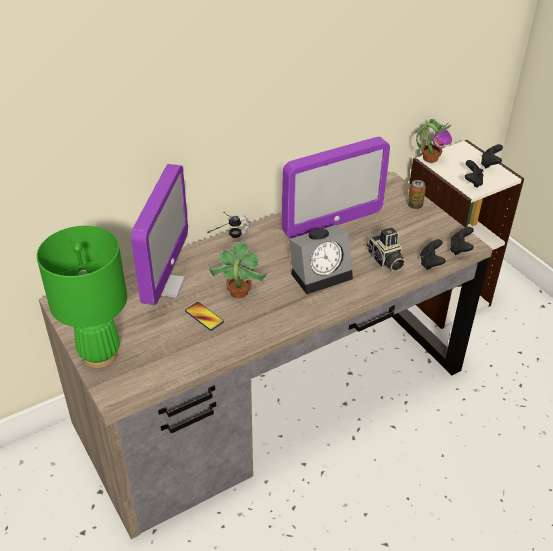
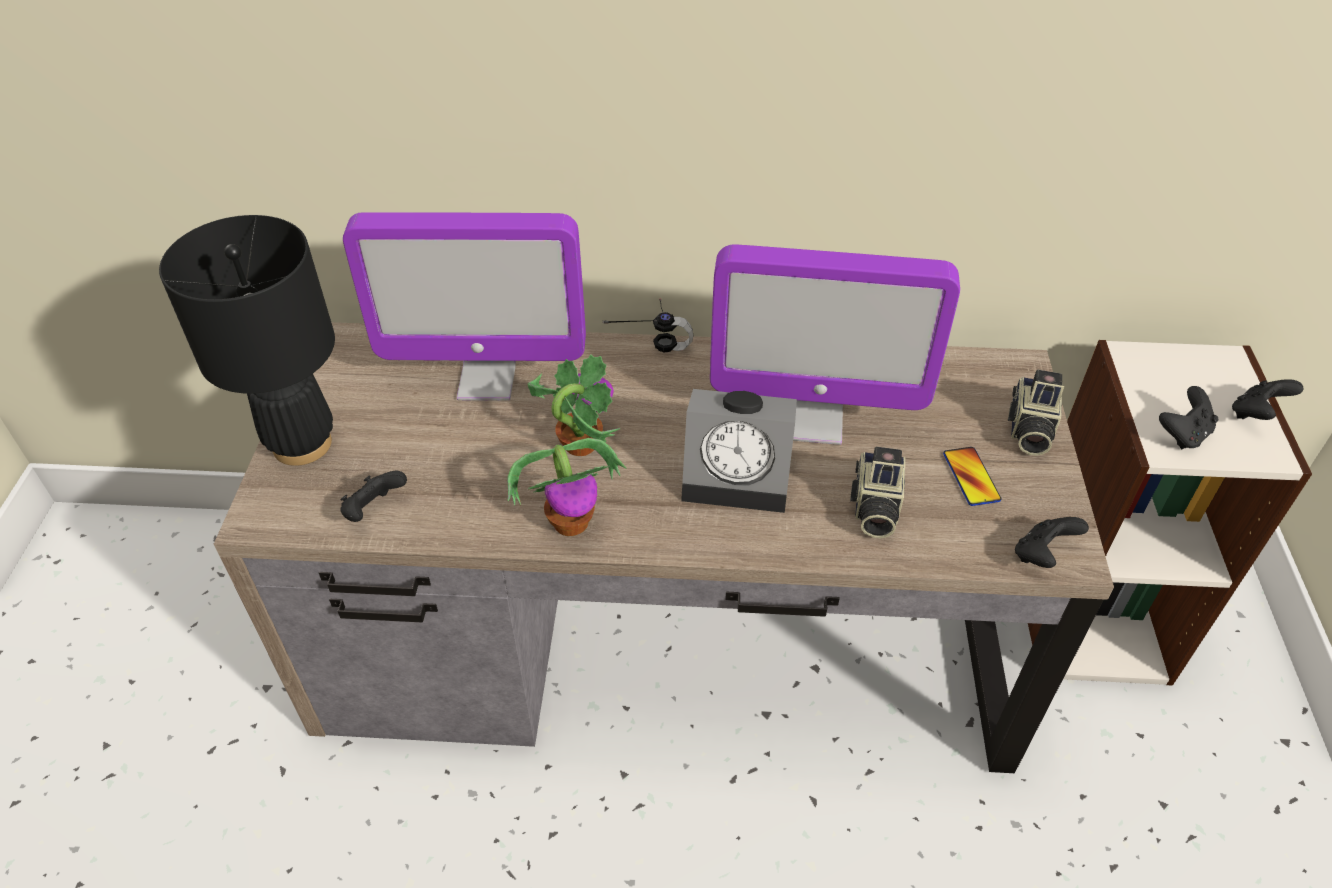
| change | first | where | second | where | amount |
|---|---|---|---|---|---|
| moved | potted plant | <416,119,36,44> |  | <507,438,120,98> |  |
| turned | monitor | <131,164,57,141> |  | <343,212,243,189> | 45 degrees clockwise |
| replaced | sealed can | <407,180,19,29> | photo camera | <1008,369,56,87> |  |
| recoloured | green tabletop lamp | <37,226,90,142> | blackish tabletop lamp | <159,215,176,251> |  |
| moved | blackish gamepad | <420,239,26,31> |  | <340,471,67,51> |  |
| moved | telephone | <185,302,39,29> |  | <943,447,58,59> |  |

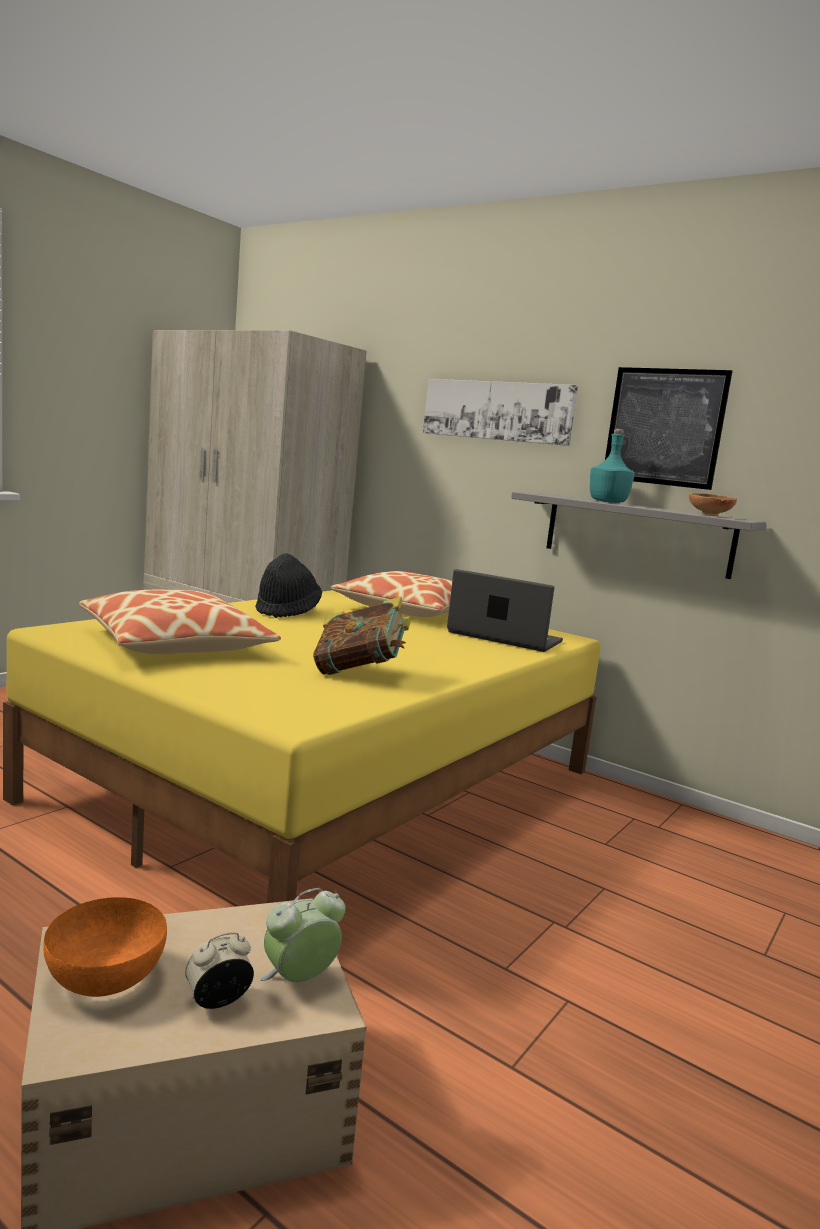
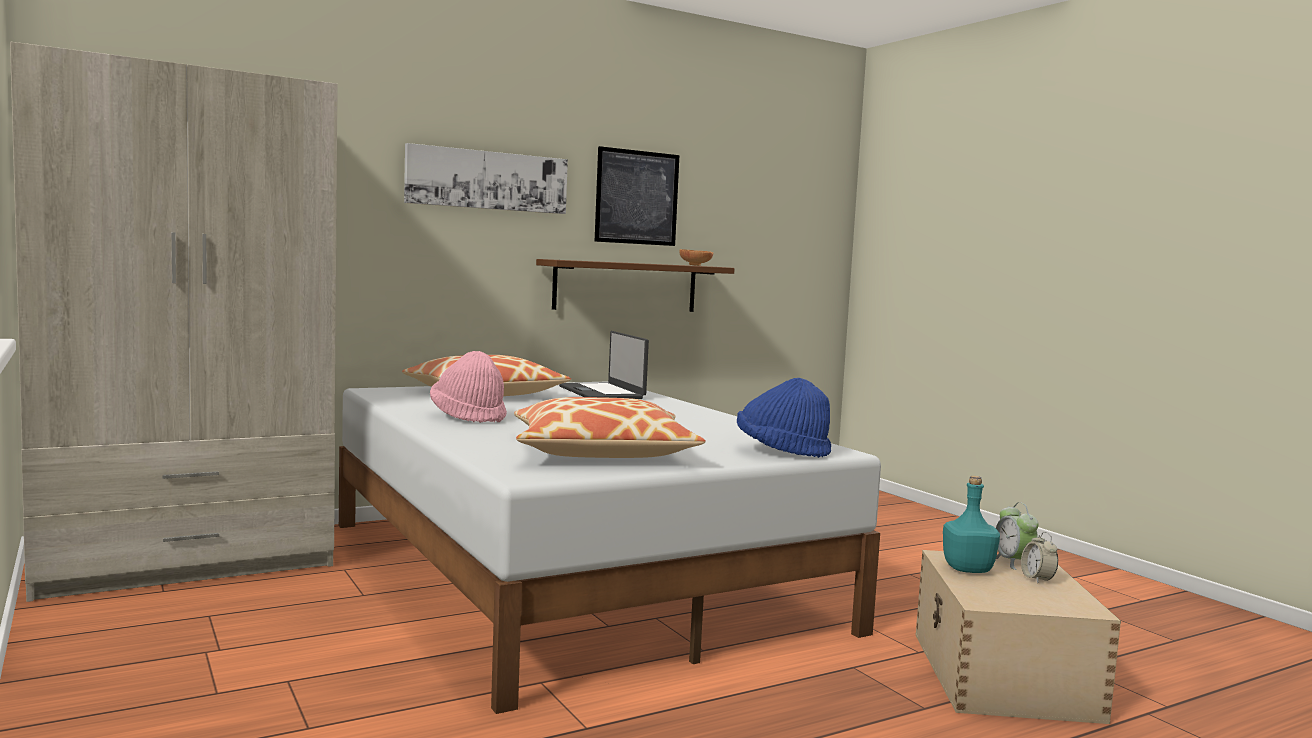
| change | first | where | second | where | amount |
|---|---|---|---|---|---|
| moved | blue-green drink bottle | <590,428,45,75> |  | <943,476,57,97> |  |
| recoloured | gray bracket shelf | <511,492,255,87> | brown bracket shelf | <536,259,199,53> |  |
| recoloured | blackish clothing hat | <256,553,66,65> | pink-coloured clothing hat | <430,351,77,72> |  |
| turned | laptop | <447,569,116,83> |  | <559,331,90,68> | 75 degrees counterclockwise |
| recoloured | yellowish bed | <3,590,598,313> | white bed | <339,381,542,333> |  |
| removed | bound book | <313,597,98,78> |  |  |  |
| removed | orange bowl | <43,897,124,100> |  |  |  |
| added |  |  | blue clothing hat | <737,378,94,80> |  |

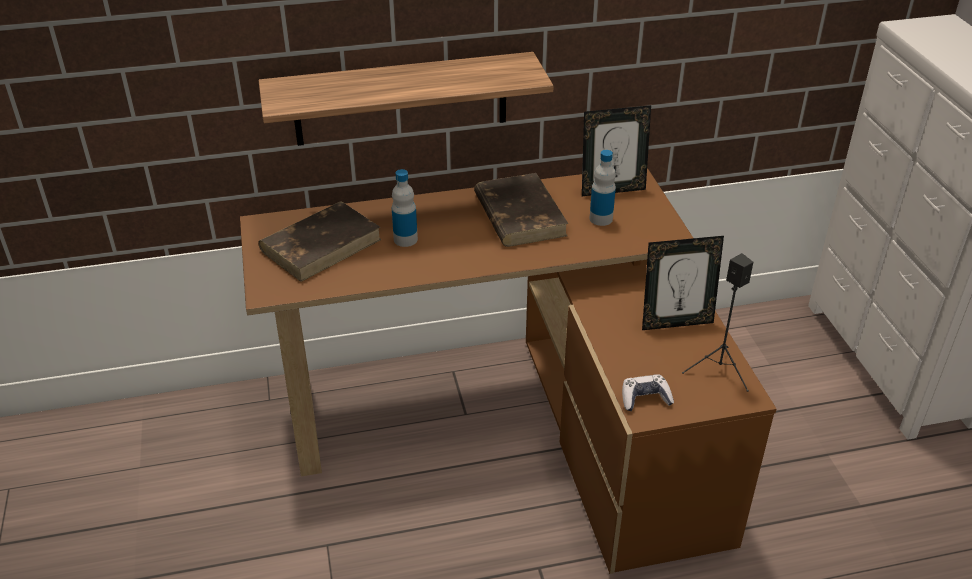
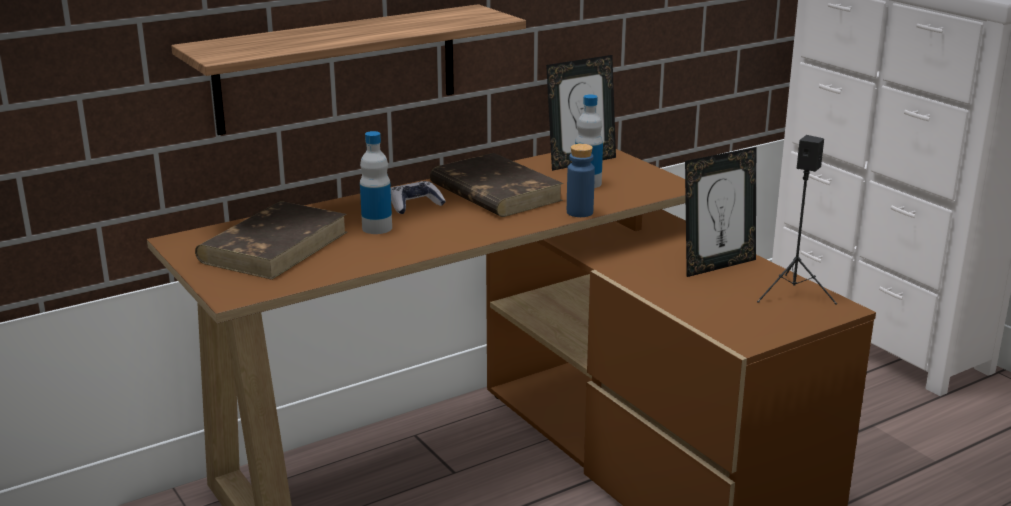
| change | first | where | second | where | amount |
|---|---|---|---|---|---|
| moved | gamepad | <622,374,52,37> |  | <391,181,55,33> |  |
| added |  |  | blue drink bottle | <567,144,28,73> |  |

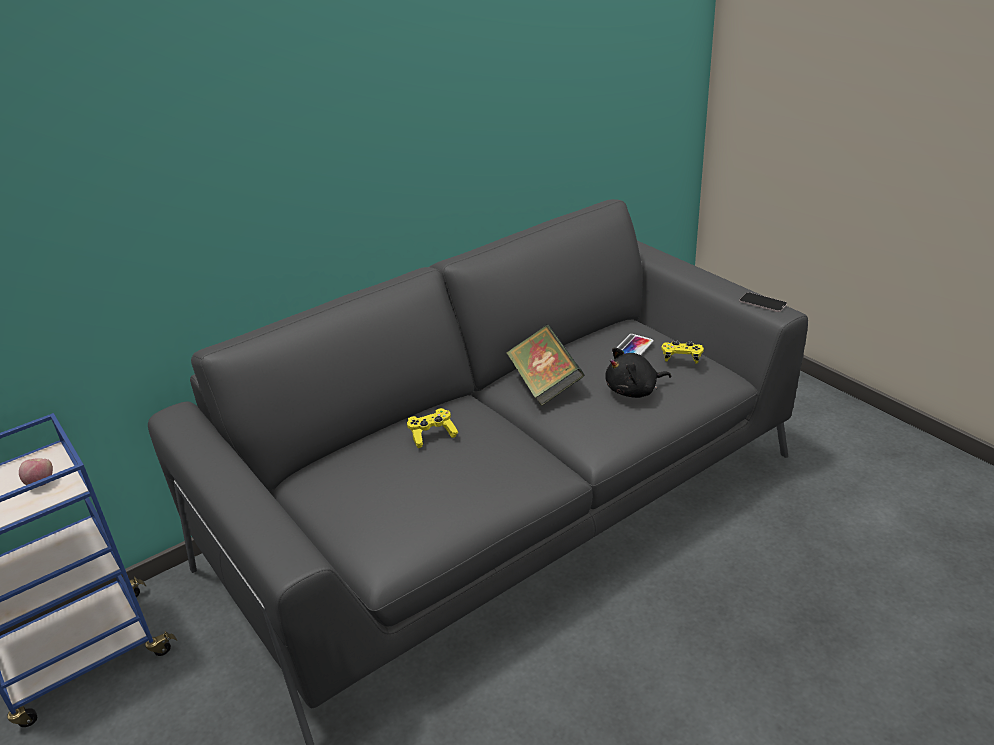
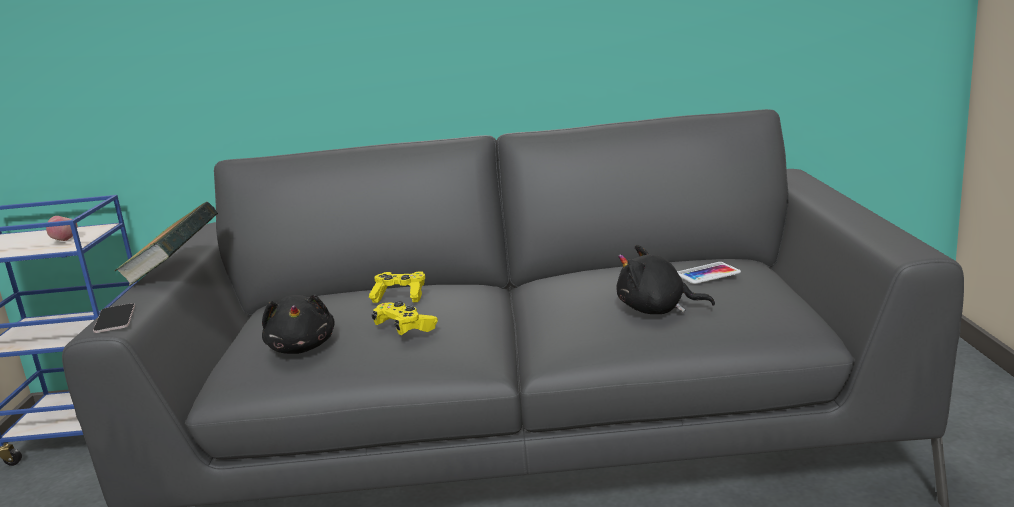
| change | first | where | second | where | amount |
|---|---|---|---|---|---|
| moved | telephone | <739,292,48,20> |  | <93,303,42,30> |  |
| moved | bound book | <507,325,77,81> |  | <115,202,103,84> |  |
| moved | yellowish gamepad | <661,340,43,23> |  | <372,301,66,34> |  |
| added |  |  | blackish plush toy | <262,294,73,60> |  |

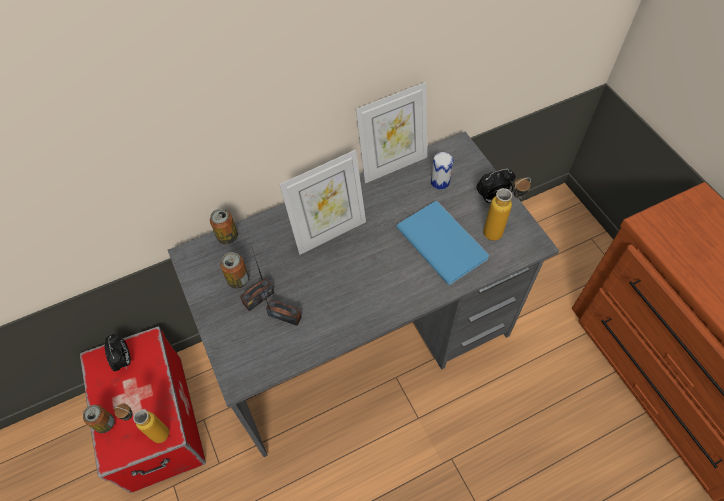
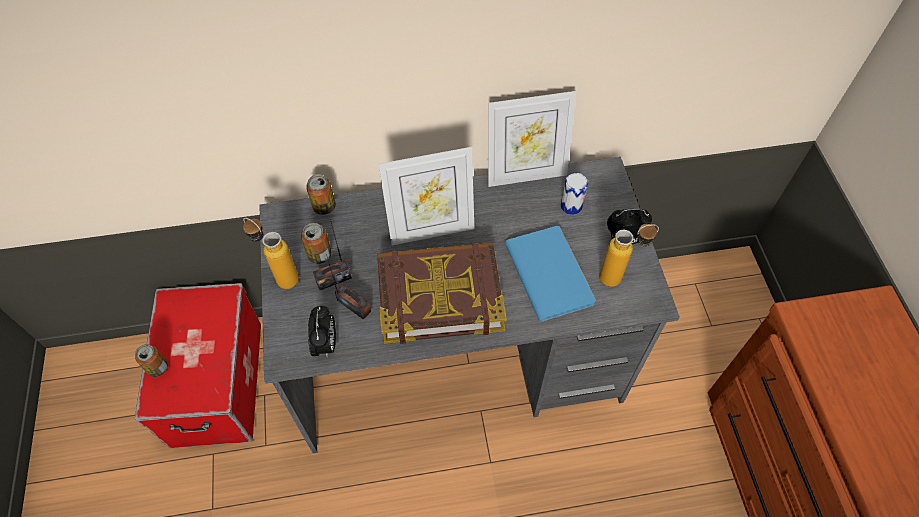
| change | first | where | second | where | amount |
|---|---|---|---|---|---|
| moved | alarm clock | <105,334,26,37> |  | <308,306,28,52> |  |
| moved | drink bottle | <113,403,56,40> |  | <243,218,56,71> |  |
| added |  |  | bound book | <377,242,130,102> |  |

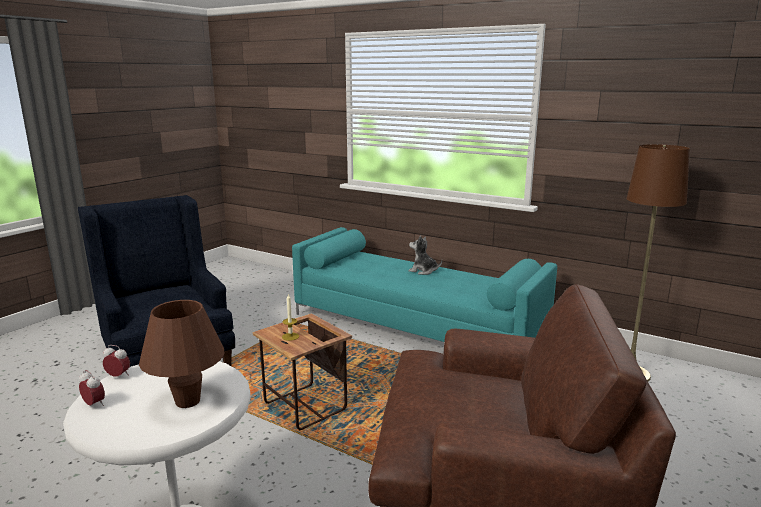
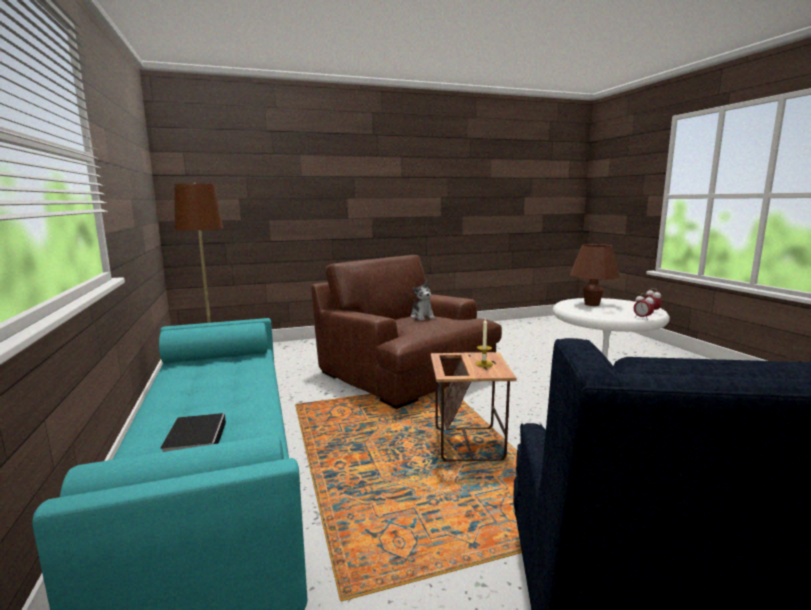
| change | first | where | second | where | amount |
|---|---|---|---|---|---|
| moved | plush toy | <408,235,34,40> |  | <411,281,24,40> |  |
| added |  |  | bound book | <160,413,66,39> |  |

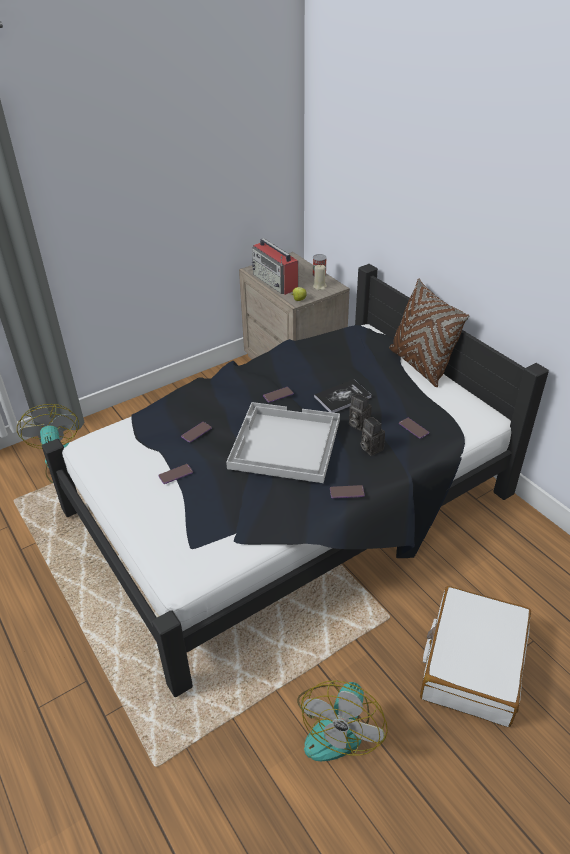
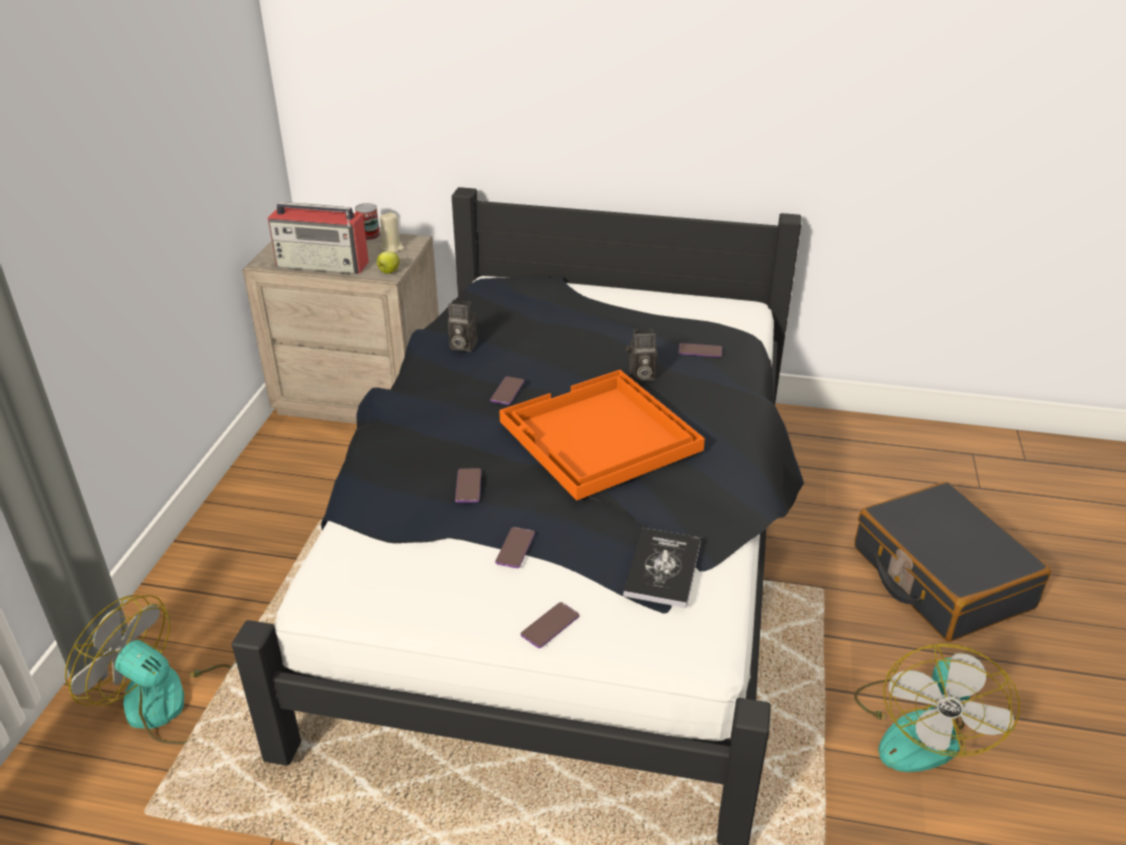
| change | first | where | second | where | amount |
|---|---|---|---|---|---|
| removed | brown throw pillow | <389,279,80,108> |  |  |  |
| moved | bound book | <314,379,58,34> |  | <623,528,78,80> |  |
| recoloured | white carrying tray | <226,402,114,81> | orange carrying tray | <499,370,206,130> |  |
| moved | photo camera | <361,417,24,39> |  | <448,300,30,52> |  |
| moved | telephone | <330,485,35,13> |  | <521,602,59,46> |  |
| recoloured | white travel case | <420,586,111,141> | blackish travel case | <854,482,197,160> |  |
| turned | cooling fan | <297,681,91,80> |  | <854,643,166,129> | 45 degrees clockwise |

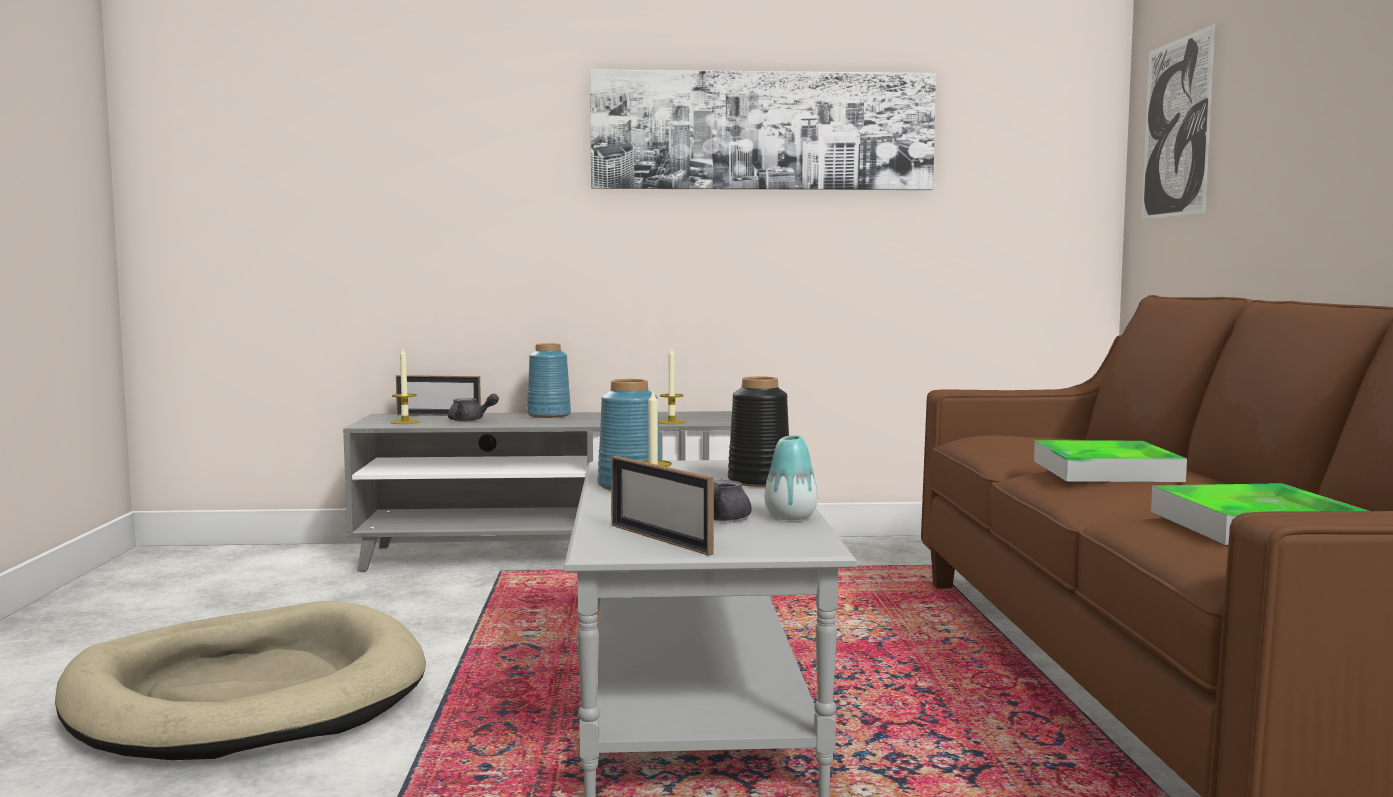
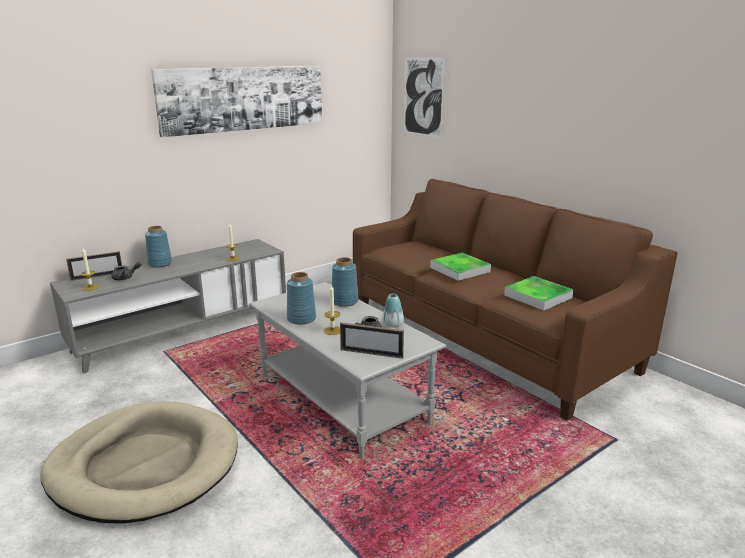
| change | first | where | second | where | amount |
|---|---|---|---|---|---|
| recoloured | blackish flower vase | <728,376,61,111> | blue flower vase | <332,257,27,50> |  |

